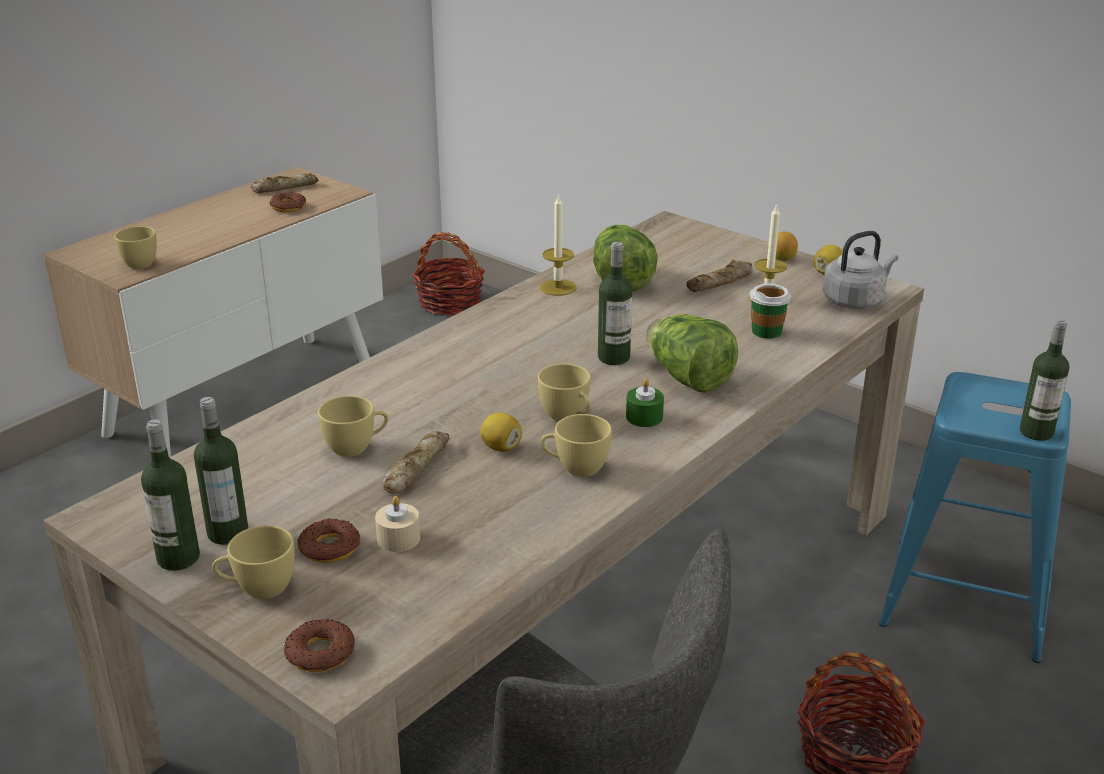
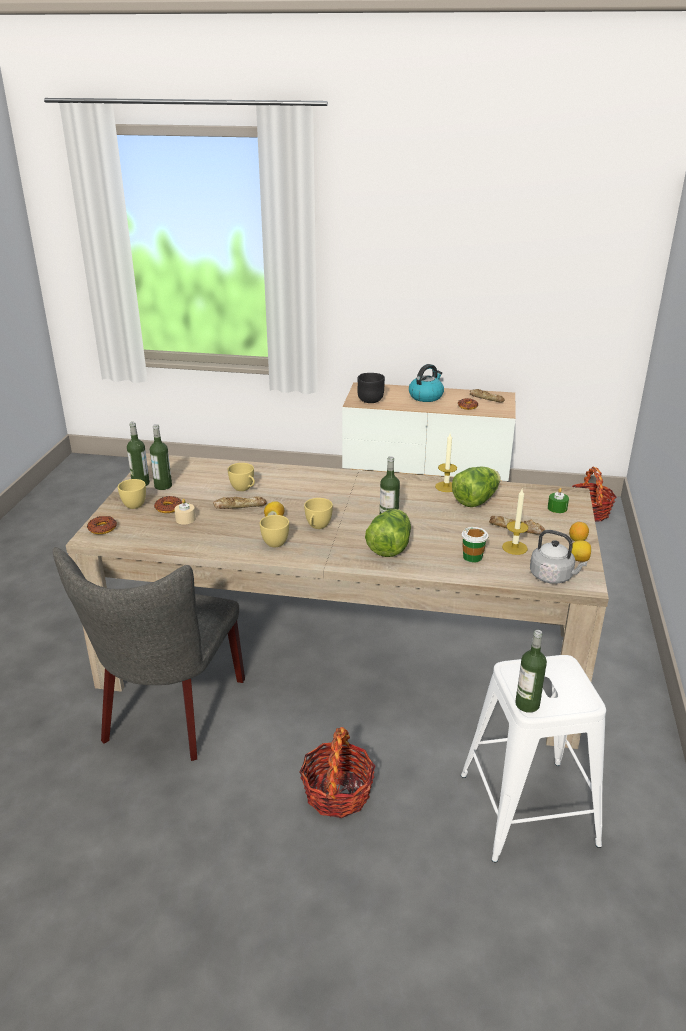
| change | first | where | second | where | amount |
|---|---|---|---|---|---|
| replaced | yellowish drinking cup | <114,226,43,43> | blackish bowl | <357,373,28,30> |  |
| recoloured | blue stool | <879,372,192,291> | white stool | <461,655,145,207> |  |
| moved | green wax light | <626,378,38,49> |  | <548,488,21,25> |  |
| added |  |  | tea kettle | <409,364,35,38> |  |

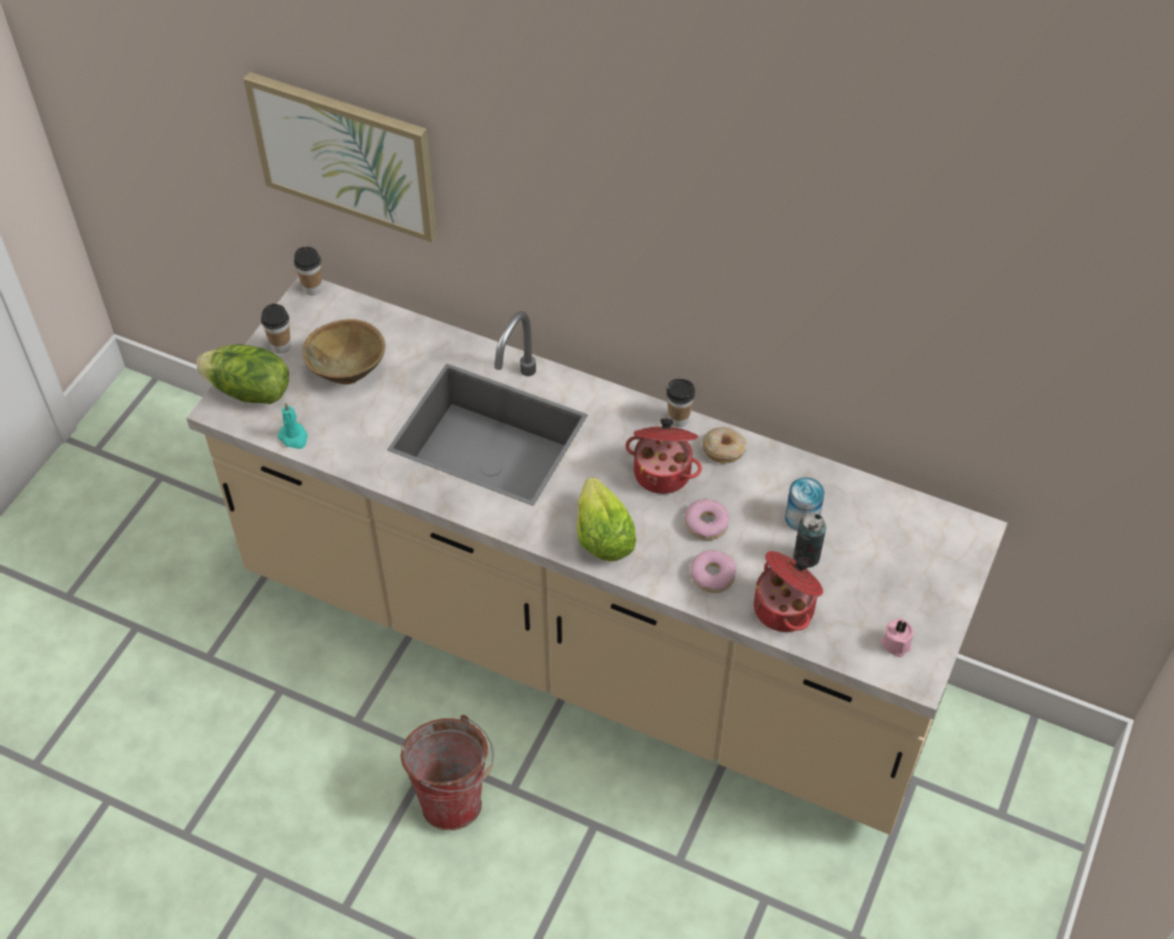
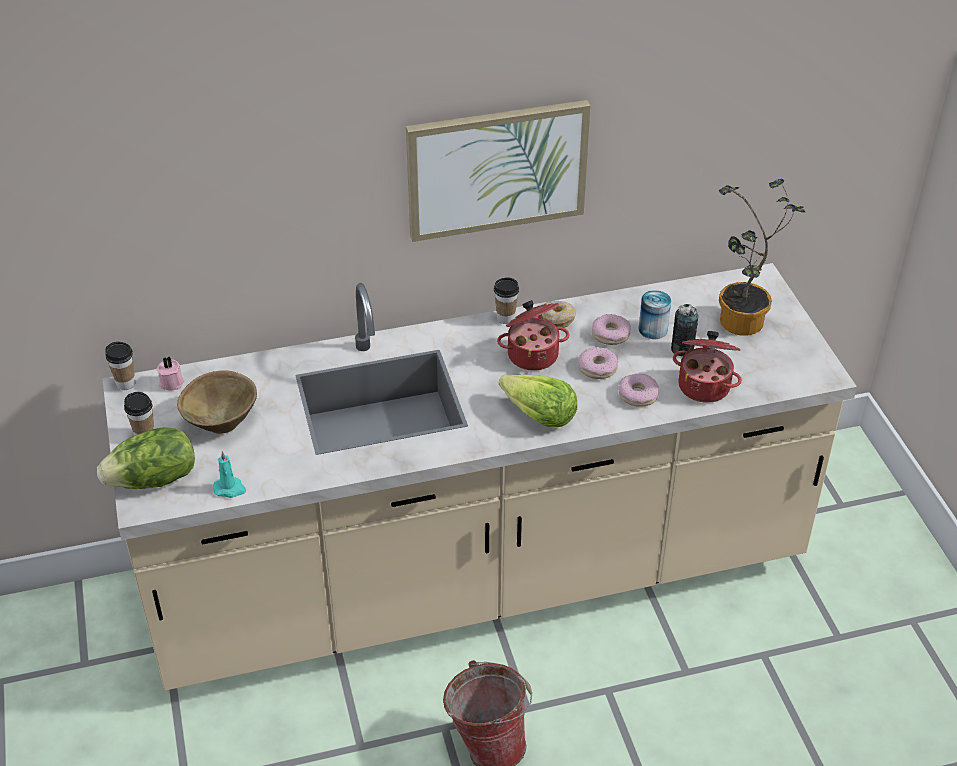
| change | first | where | second | where | amount |
|---|---|---|---|---|---|
| moved | picture | <244,72,193,170> |  | <406,100,185,142> |  |
| moved | pink-coloured wax light | <881,618,32,39> |  | <156,357,29,34> |  |
| added |  |  | potted plant | <719,179,87,157> |  |
| added |  |  | ring doughnut | <592,314,39,31> |  |

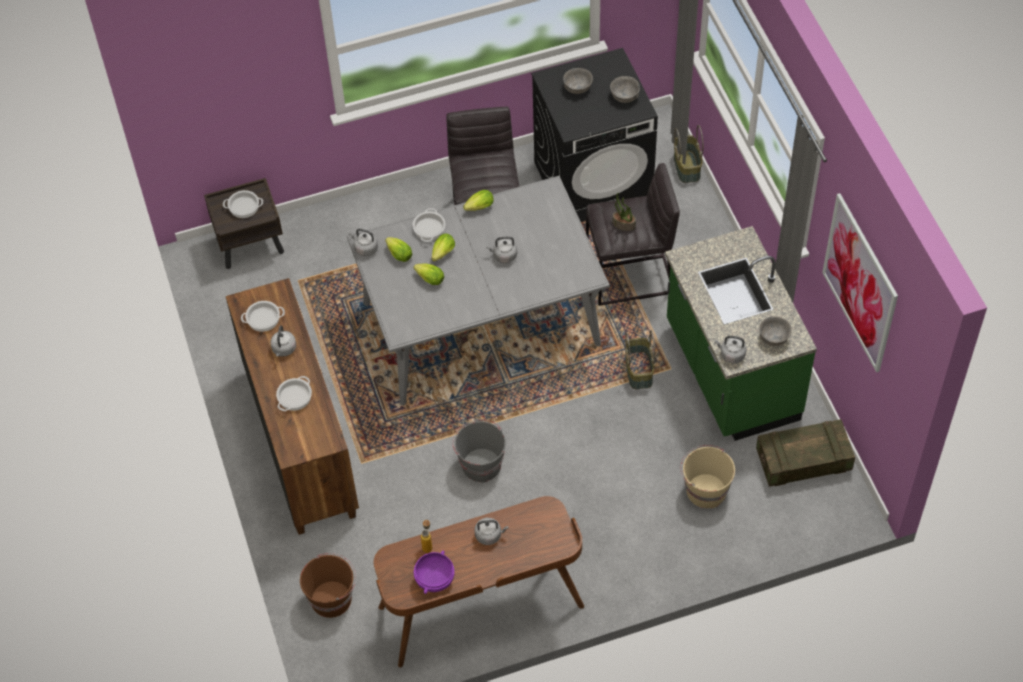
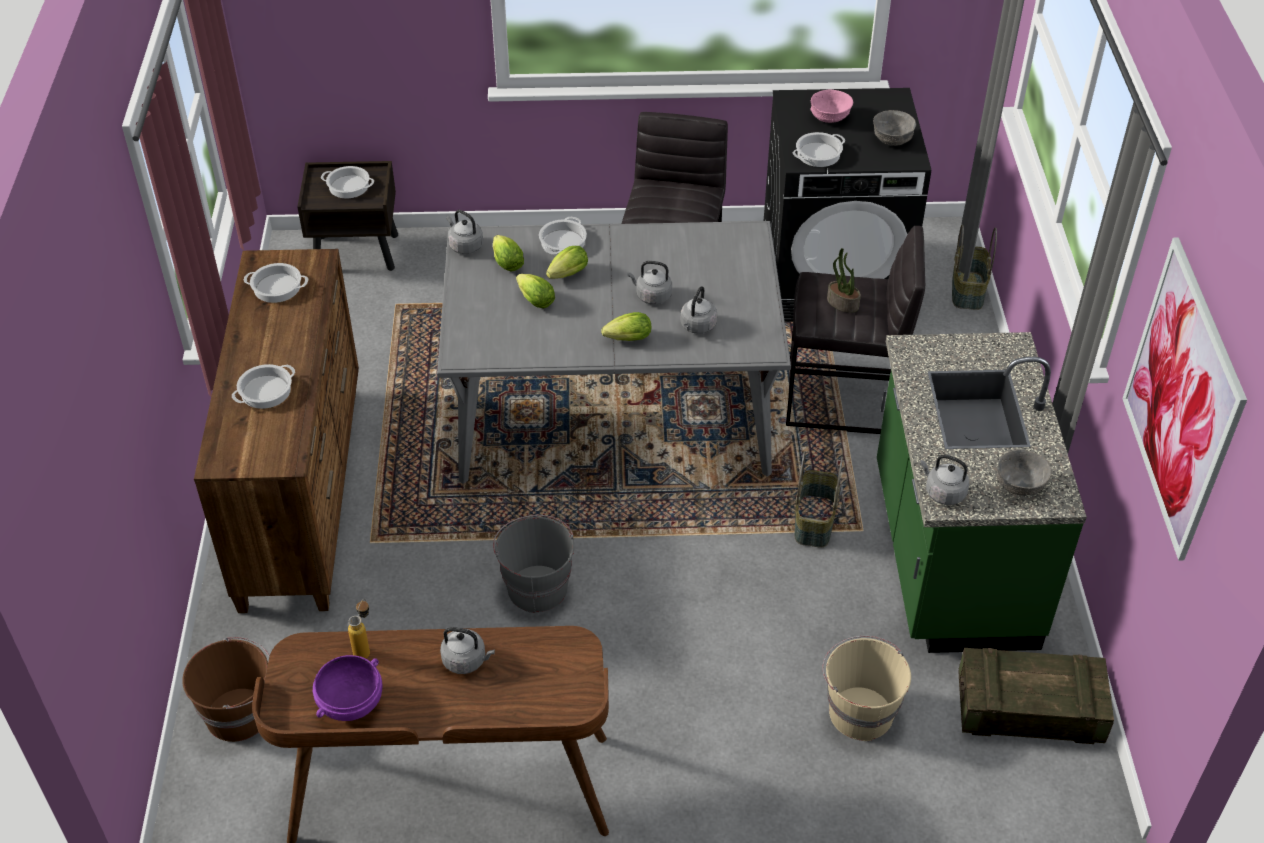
| change | first | where | second | where | amount |
|---|---|---|---|---|---|
| recoloured | gray bowl | <563,68,30,26> | pink-coloured bowl | <810,89,43,34> |  |
| moved | head of lettuce | <463,190,31,21> |  | <601,312,50,29> |  |
| moved | gray tea kettle | <271,325,25,32> |  | <681,286,36,48> |  |
| added |  |  | stockpot | <793,132,52,35> |  |

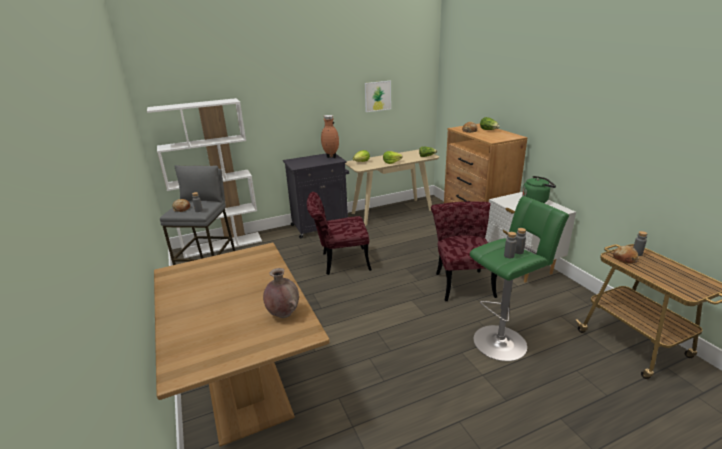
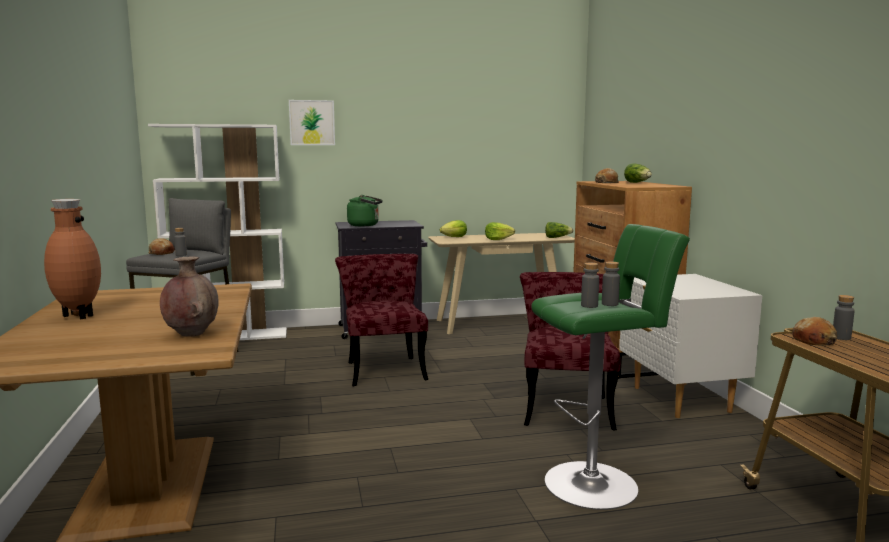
| change | first | where | second | where | amount |
|---|---|---|---|---|---|
| moved | picture | <365,81,26,31> |  | <289,100,46,45> |  |
| moved | brown flower vase | <321,115,18,43> |  | <44,199,57,120> |  |
| moved | green tea kettle | <522,176,34,27> |  | <347,195,36,31> |  |
| turned | red-coloured upright chair | <307,192,65,83> |  | <335,254,93,132> | 75 degrees clockwise |

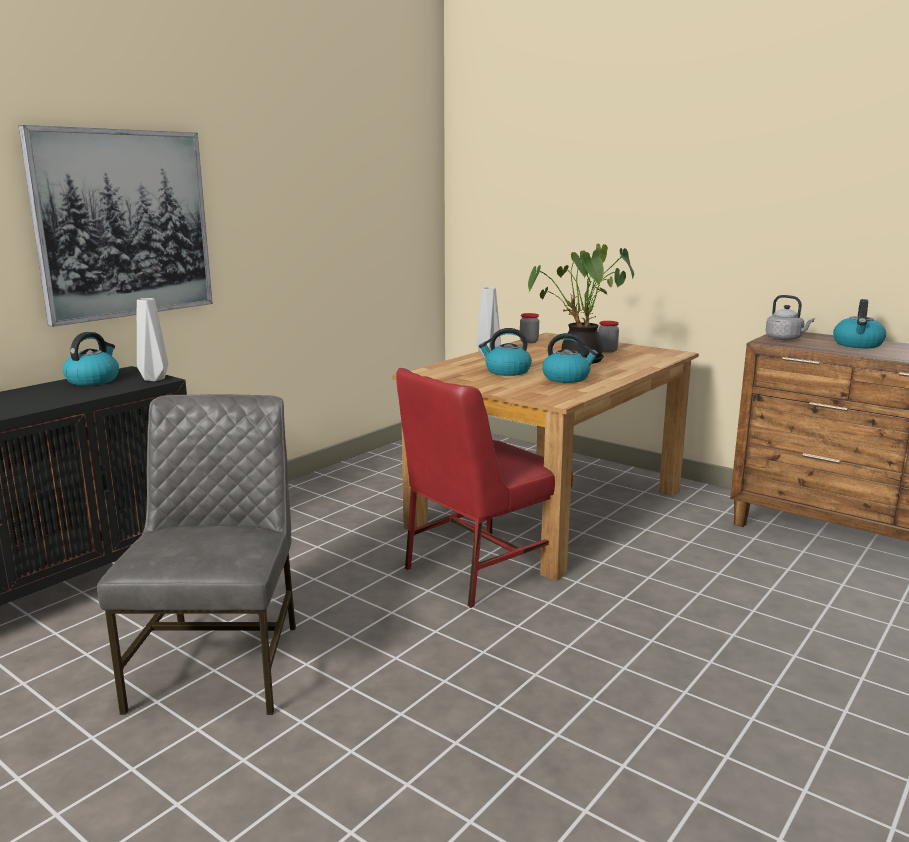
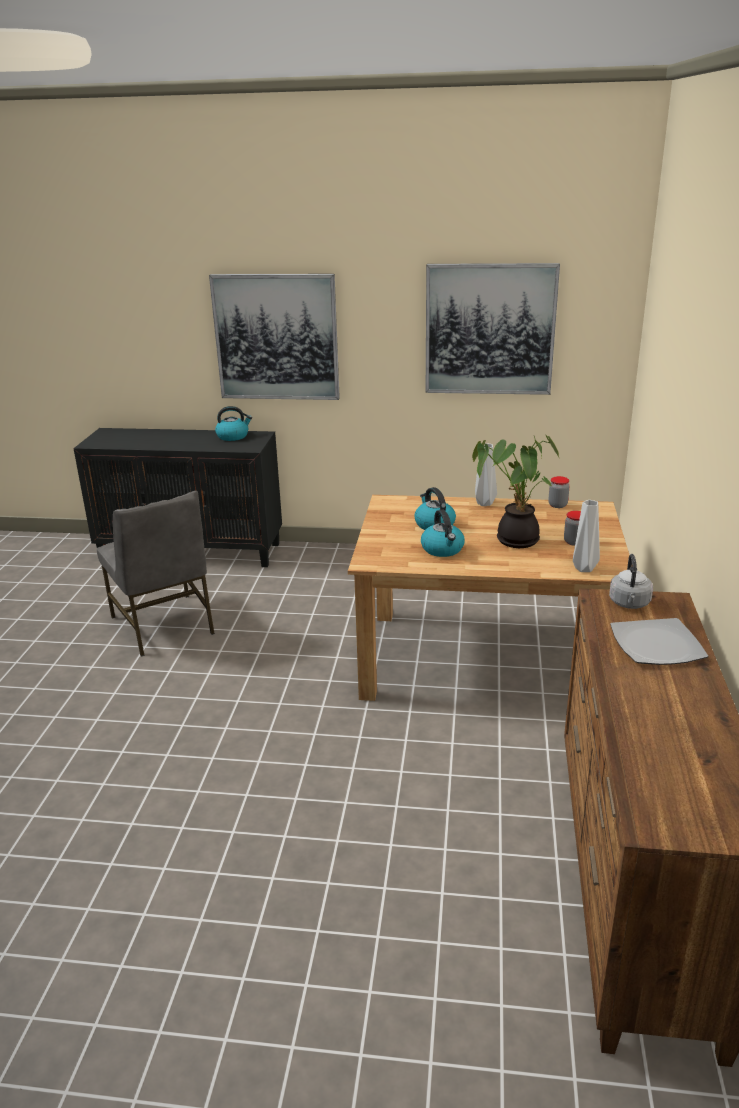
| change | first | where | second | where | amount |
|---|---|---|---|---|---|
| moved | gray flower vase | <137,298,31,83> |  | <573,500,27,72> |  |
| replaced | tea kettle | <833,299,53,49> | dinner plate | <610,618,98,47> |  |
| removed | red-coloured upright chair | <396,368,177,240> |  |  |  |
| turned | gray upright chair | <97,394,199,321> |  | <97,491,118,166> | 90 degrees clockwise |
| added |  |  | picture | <426,263,134,132> |  |

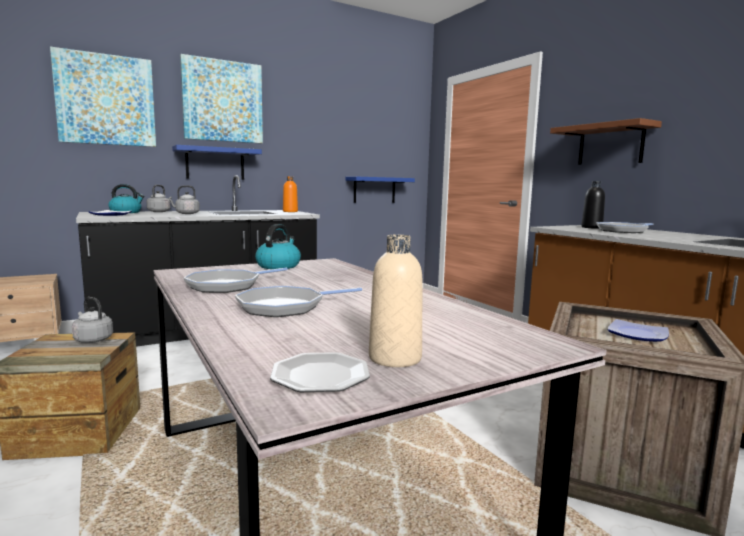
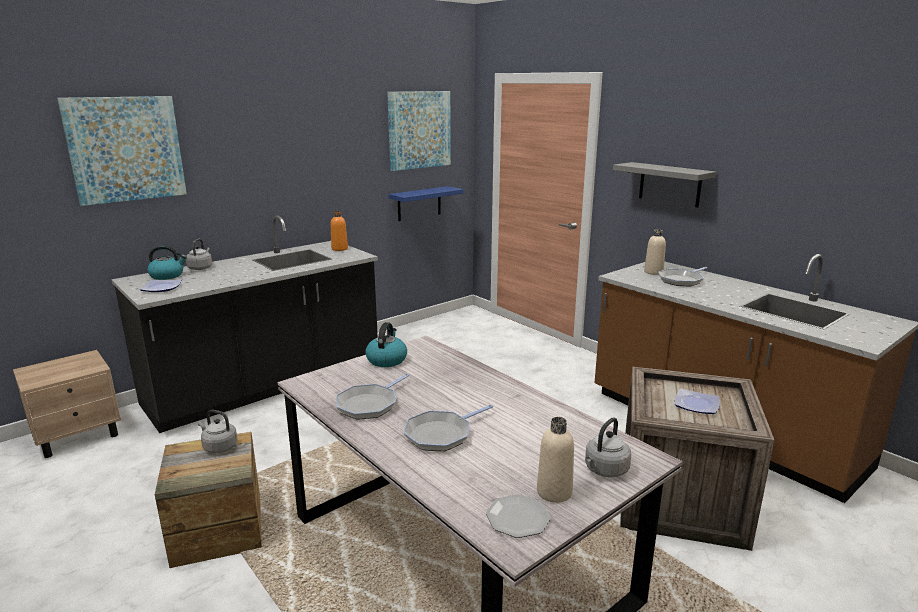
| change | first | where | second | where | amount |
|---|---|---|---|---|---|
| moved | picture | <180,54,83,90> |  | <387,91,64,80> |  |
| recoloured | brown bracket shelf | <550,118,112,47> | gray bracket shelf | <613,162,104,45> |  |
| removed | blue bracket shelf | <172,145,90,35> |  |  |  |
| recoloured | blackish drink bottle | <581,181,24,48> | sand-coloured drink bottle | <644,229,22,46> |  |
| moved | gray tea kettle | <168,185,32,29> |  | <585,417,46,60> |  |

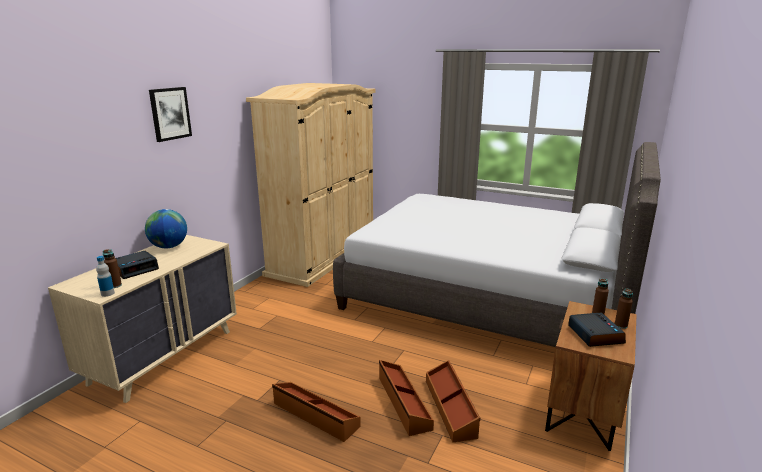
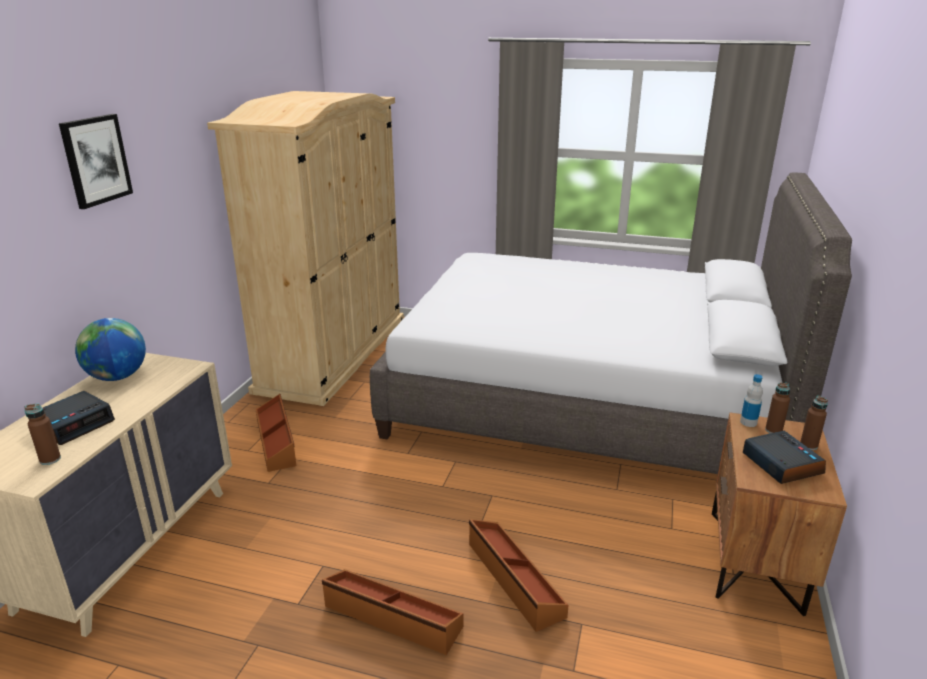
| change | first | where | second | where | amount |
|---|---|---|---|---|---|
| moved | drink bottle | <96,256,19,41> |  | <740,374,23,53> |  |
| moved | brown storage container | <426,360,54,82> |  | <256,394,40,78> |  |

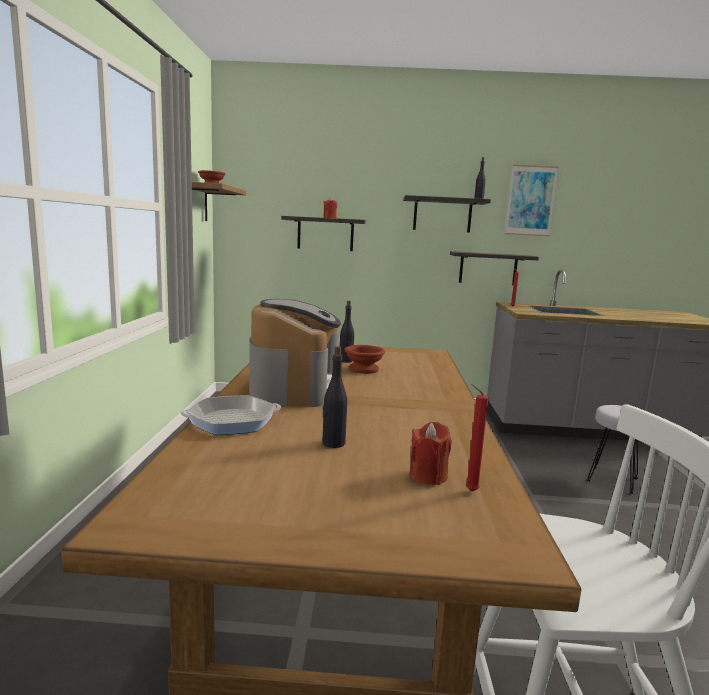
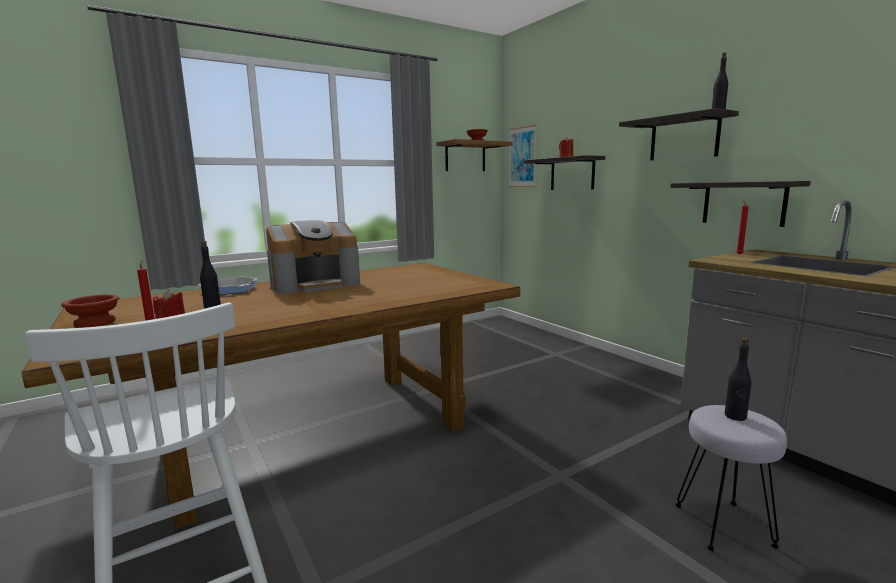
| change | first | where | second | where | amount |
|---|---|---|---|---|---|
| moved | picture | <505,165,53,71> |  | <509,125,28,62> |  |
| moved | blackish drink bottle | <340,300,14,63> |  | <725,338,26,83> |  |
| moved | brown bowl | <344,345,41,29> |  | <61,294,58,34> |  |

